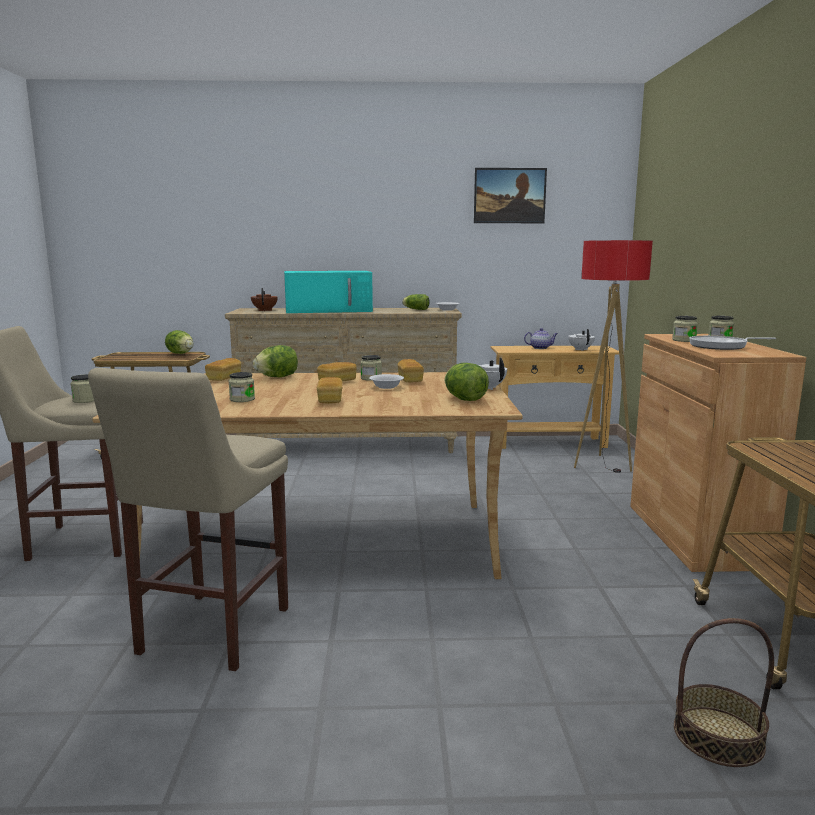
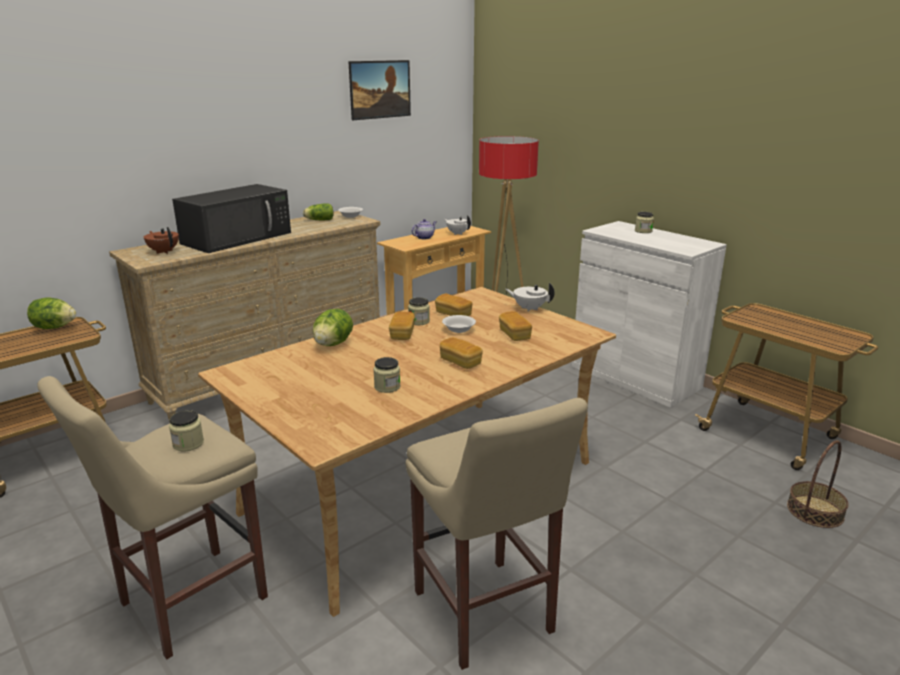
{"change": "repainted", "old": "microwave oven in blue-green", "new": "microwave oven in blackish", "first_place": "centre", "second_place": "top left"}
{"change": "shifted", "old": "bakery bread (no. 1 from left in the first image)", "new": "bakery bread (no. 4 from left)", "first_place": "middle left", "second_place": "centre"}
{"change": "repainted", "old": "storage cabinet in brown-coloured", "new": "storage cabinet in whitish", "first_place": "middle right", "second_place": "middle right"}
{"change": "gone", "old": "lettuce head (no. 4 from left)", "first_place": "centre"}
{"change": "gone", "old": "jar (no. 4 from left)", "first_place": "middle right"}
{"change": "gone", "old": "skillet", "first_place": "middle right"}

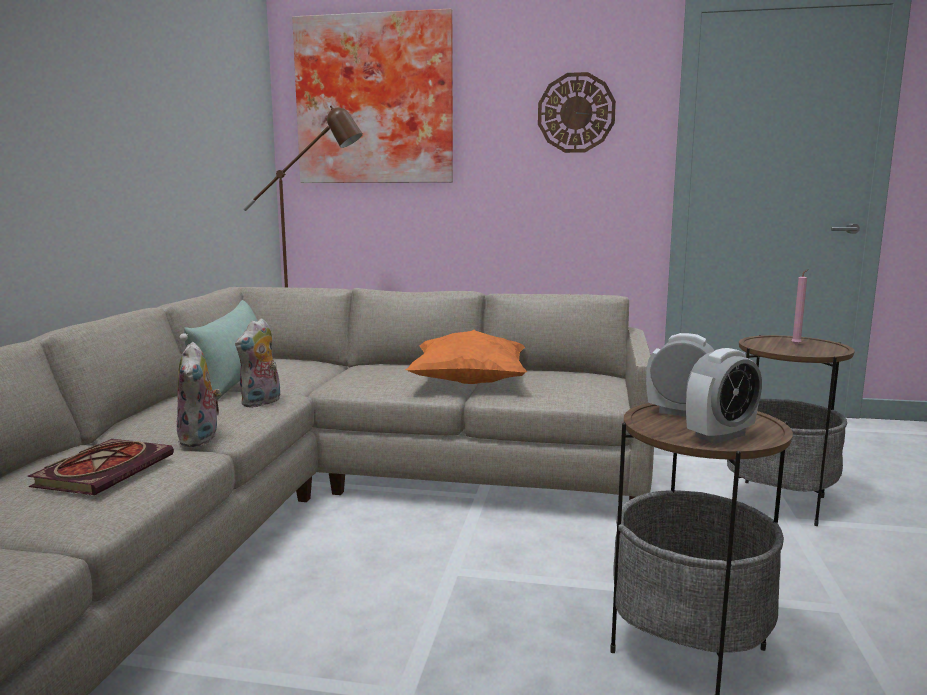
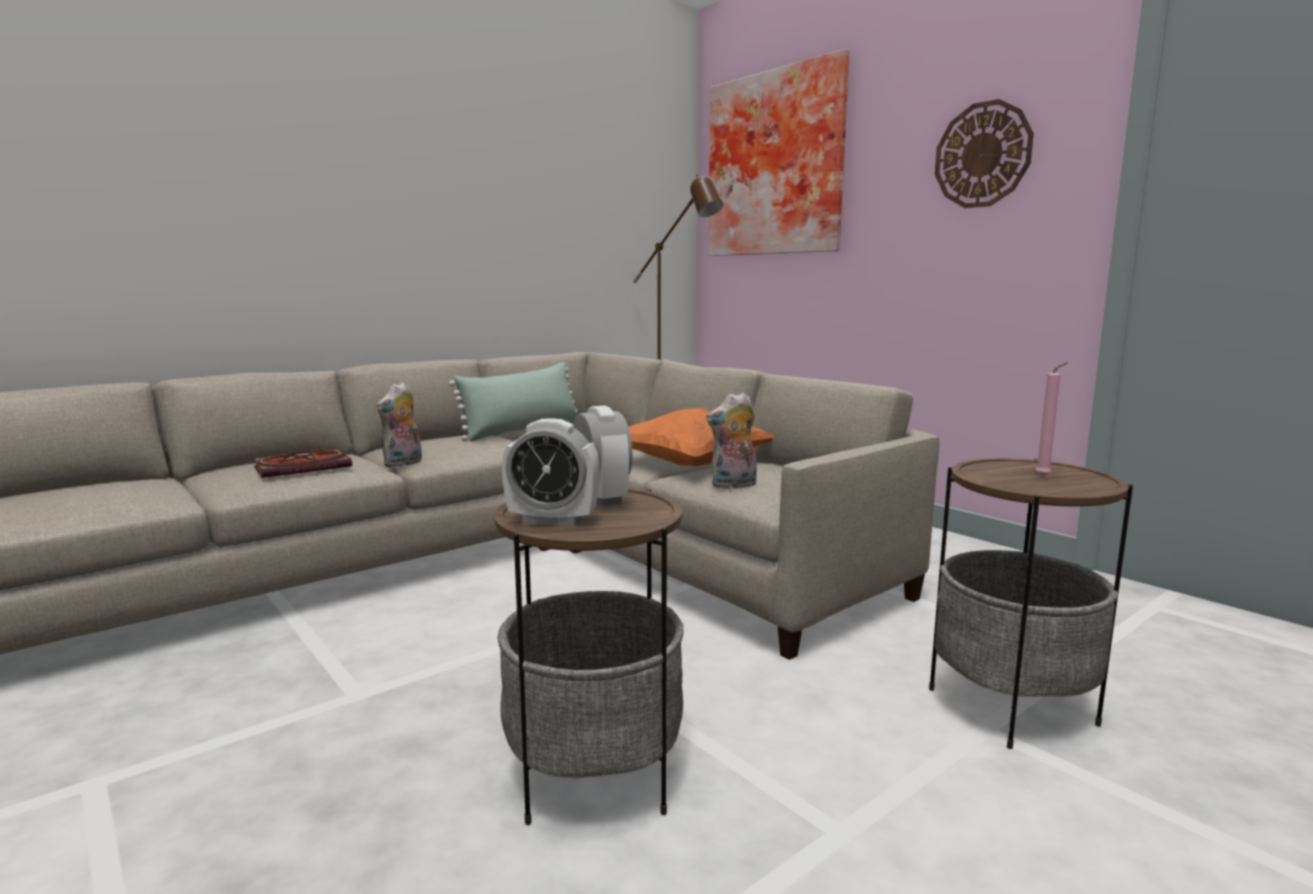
{"change": "shifted", "old": "plush toy (no. 2 from left)", "first_place": "middle left", "second_place": "centre"}

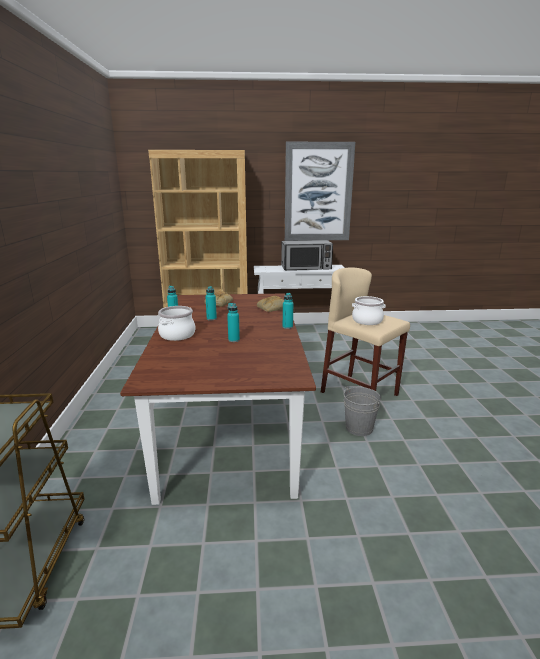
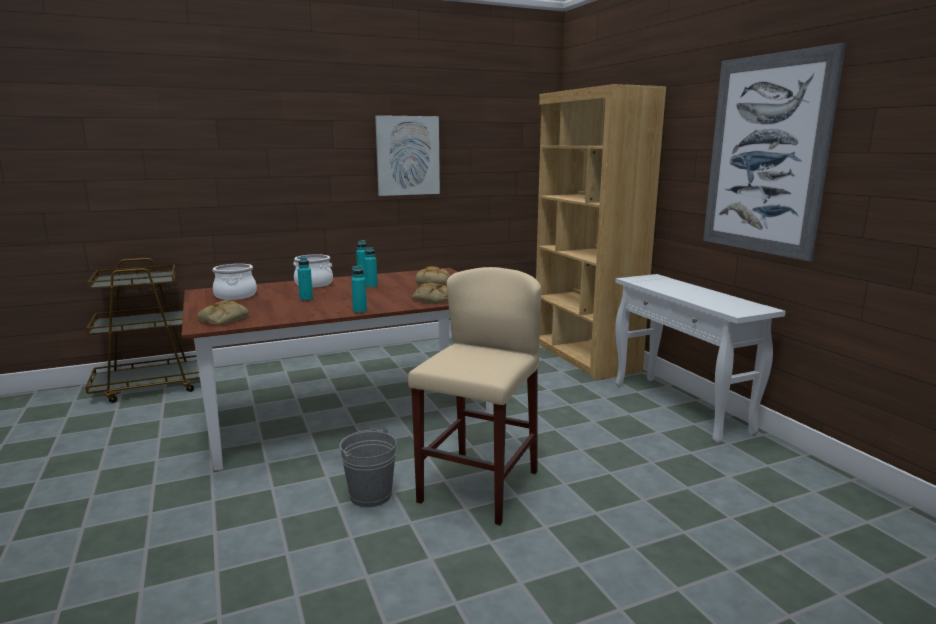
{"change": "new", "new": "bakery bread (no. 1 from left)", "second_place": "middle left"}
{"change": "shifted", "old": "stockpot (no. 2 from left in the first image)", "new": "stockpot (no. 1 from left)", "first_place": "middle right", "second_place": "middle left"}
{"change": "new", "new": "picture (no. 1 from left)", "second_place": "top centre"}
{"change": "gone", "old": "microwave oven", "first_place": "centre"}

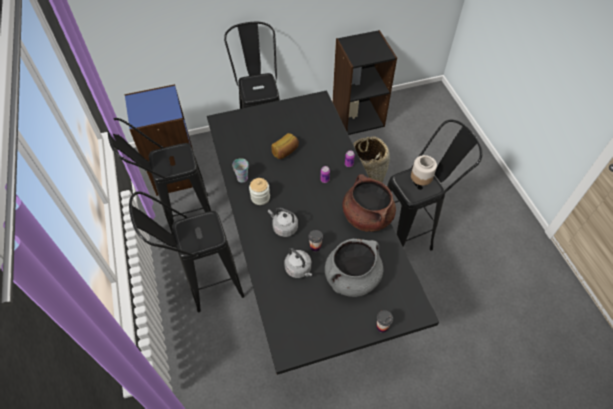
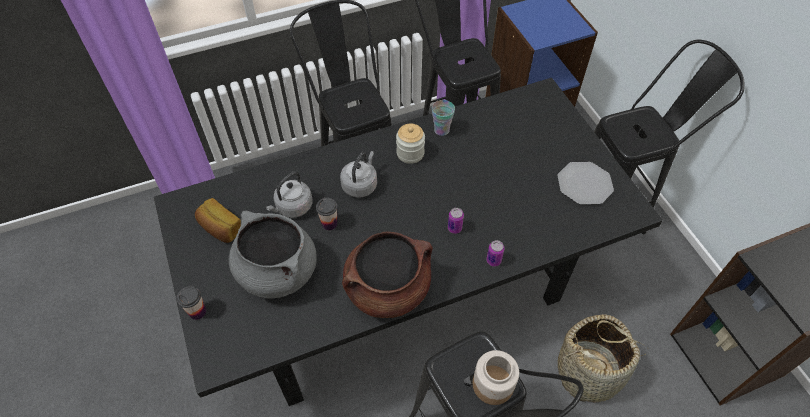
{"change": "shifted", "old": "bakery bread", "first_place": "centre", "second_place": "middle left"}
{"change": "new", "new": "dinner plate", "second_place": "middle right"}

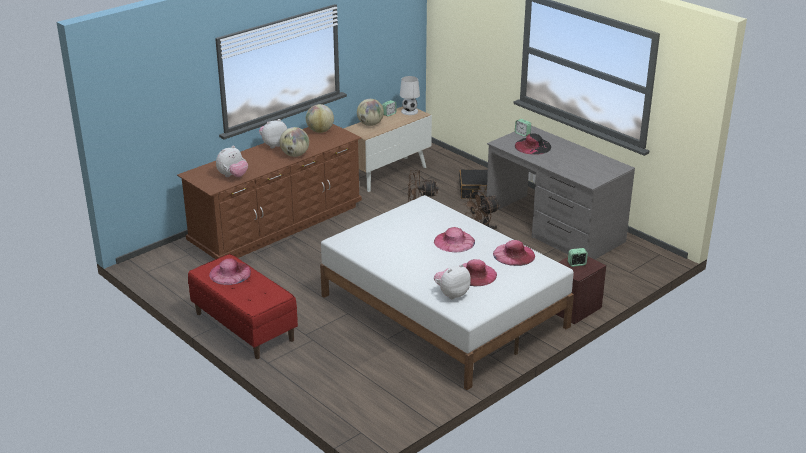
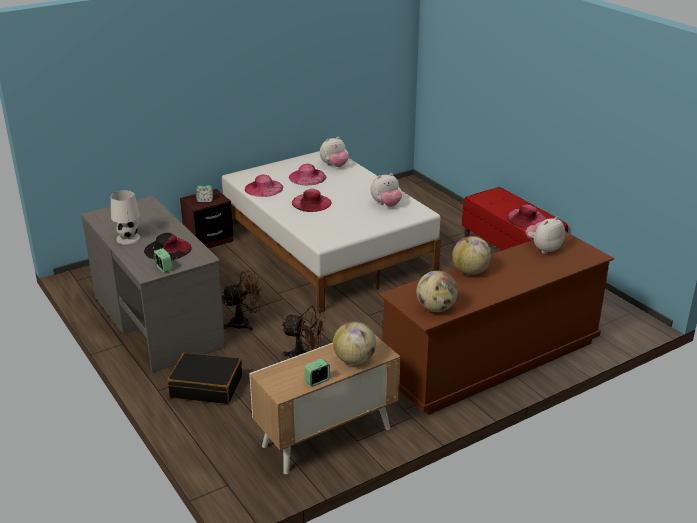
{"change": "shifted", "old": "table lamp in whitish", "first_place": "top centre", "second_place": "middle left"}
{"change": "shifted", "old": "plush toy (no. 2 from left)", "first_place": "top centre", "second_place": "centre"}

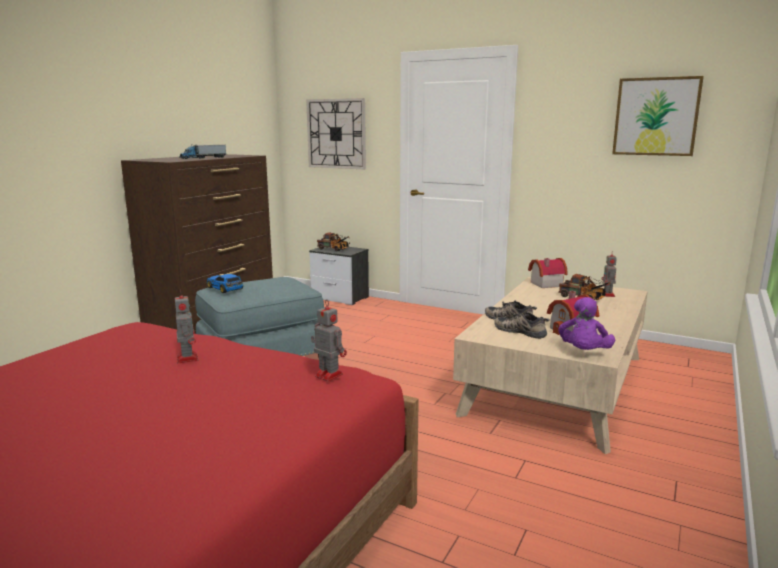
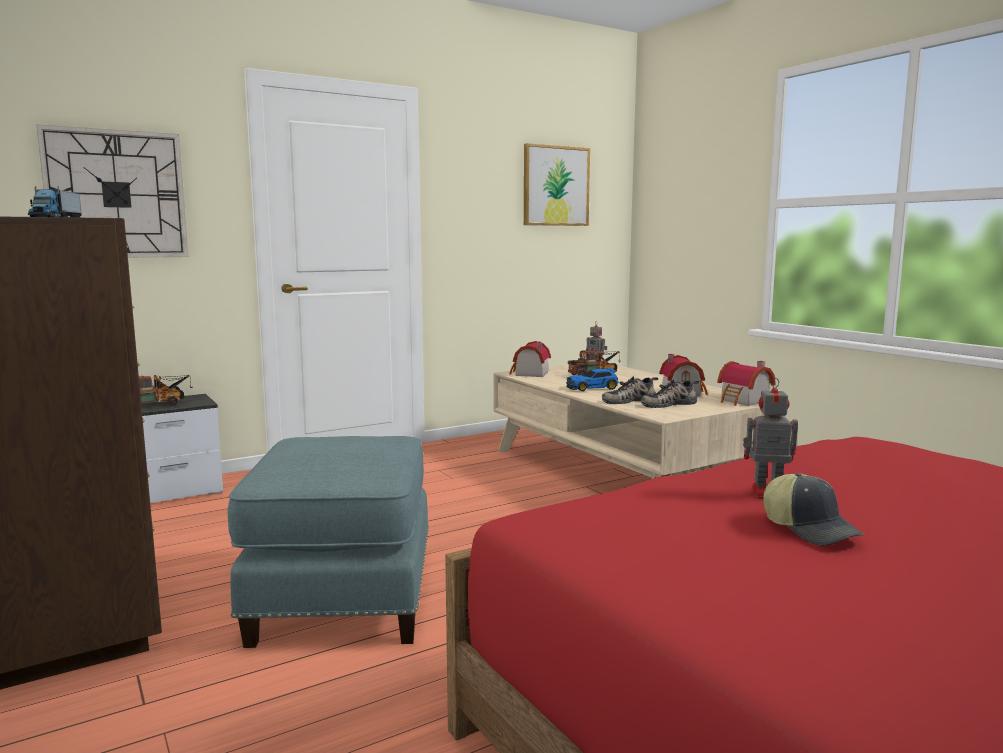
{"change": "shifted", "old": "model car", "first_place": "middle left", "second_place": "centre"}
{"change": "swapped", "old": "plush toy in purple-coloured", "new": "miniature house (no. 3 from left)", "first_place": "middle right", "second_place": "middle right"}
{"change": "new", "new": "cap", "second_place": "bottom right"}
{"change": "gone", "old": "toy robot (no. 2 from left)", "first_place": "centre"}

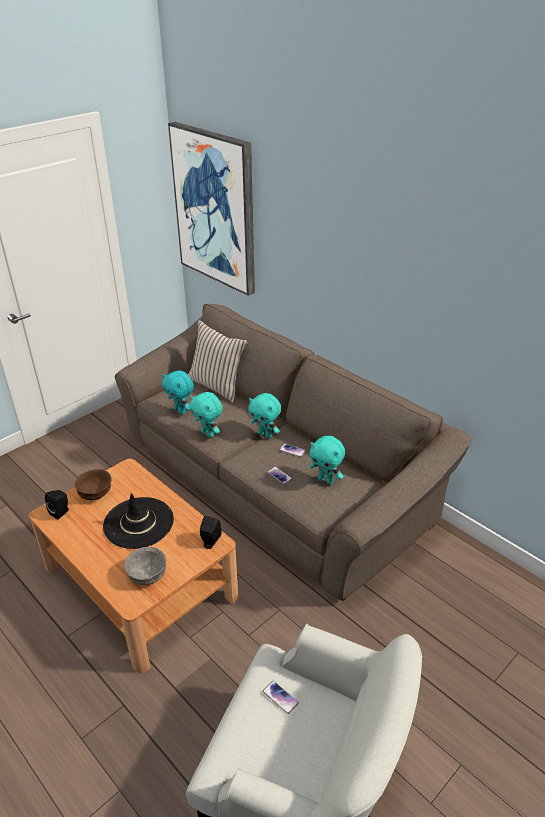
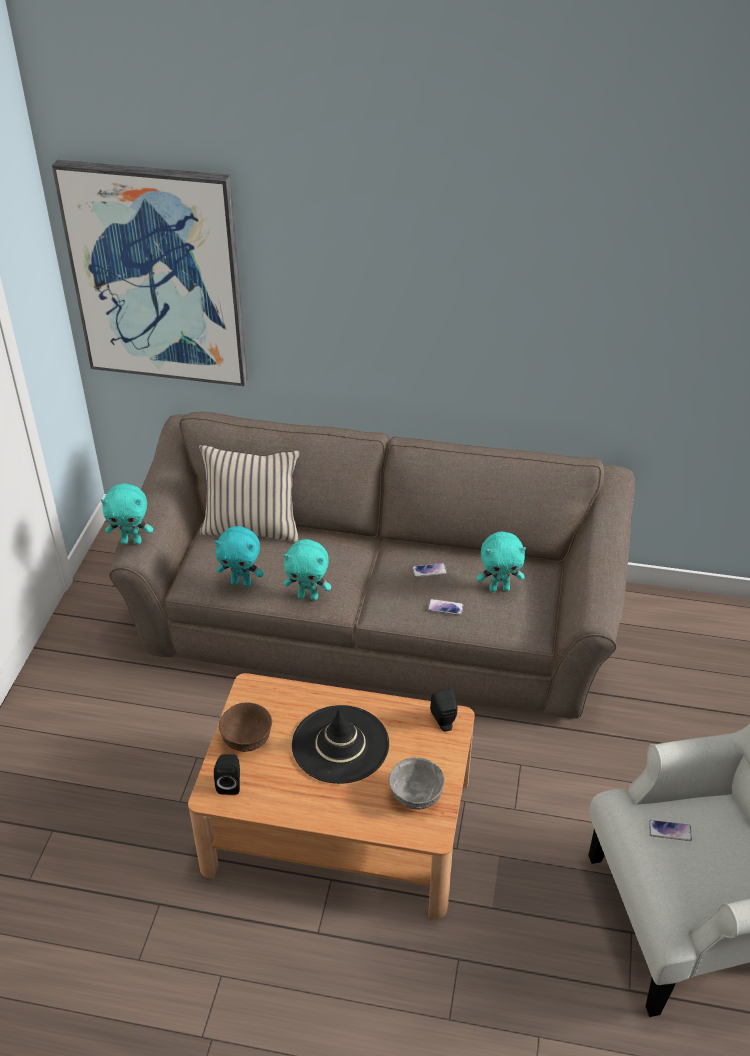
{"change": "shifted", "old": "plush toy in blue-green (no. 3 from left in the first image)", "new": "plush toy in blue-green (no. 1 from left)", "first_place": "centre", "second_place": "middle left"}

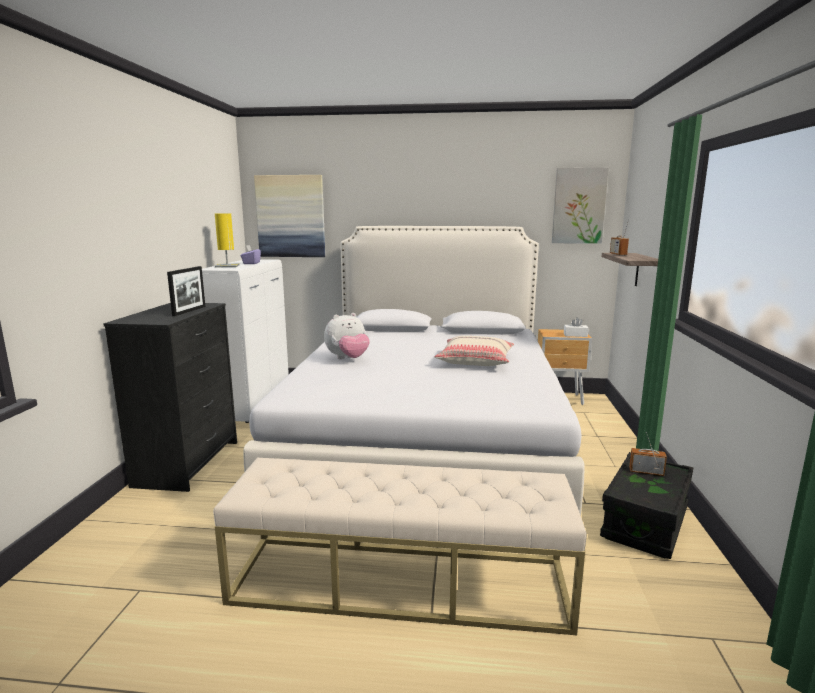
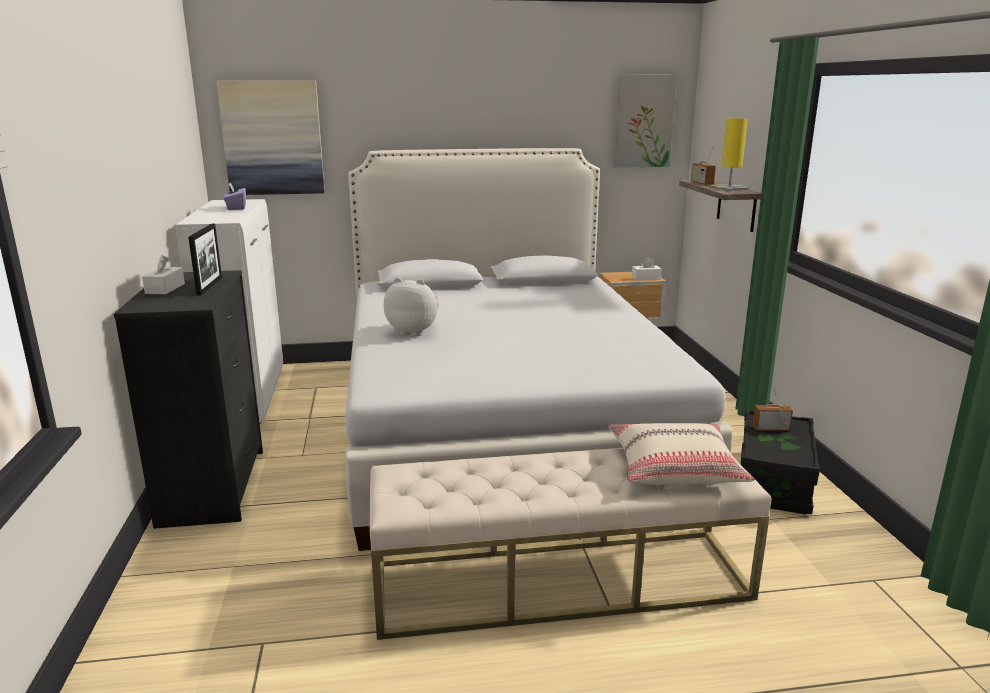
{"change": "new", "new": "tissue holder in whitish (no. 1 from left)", "second_place": "middle left"}
{"change": "rotated", "old": "plush toy", "first_place": "centre", "second_place": "centre", "degrees": -120}
{"change": "shifted", "old": "throw pillow in beige-coloured", "first_place": "centre", "second_place": "middle right"}
{"change": "shifted", "old": "table lamp in yellowish", "first_place": "middle left", "second_place": "top right"}

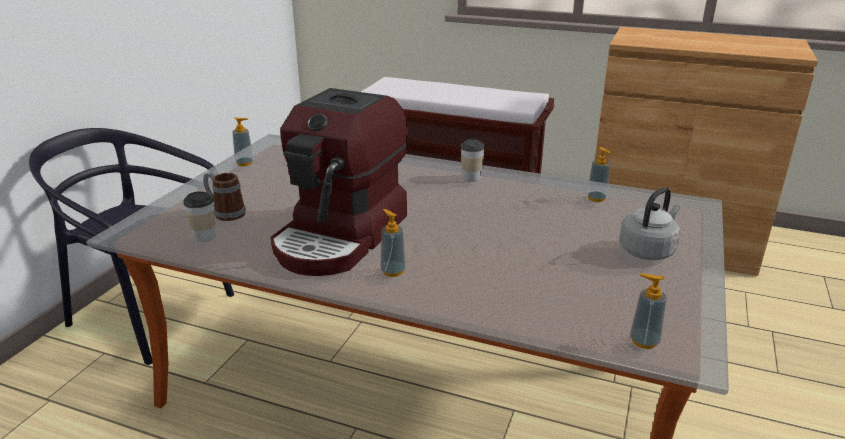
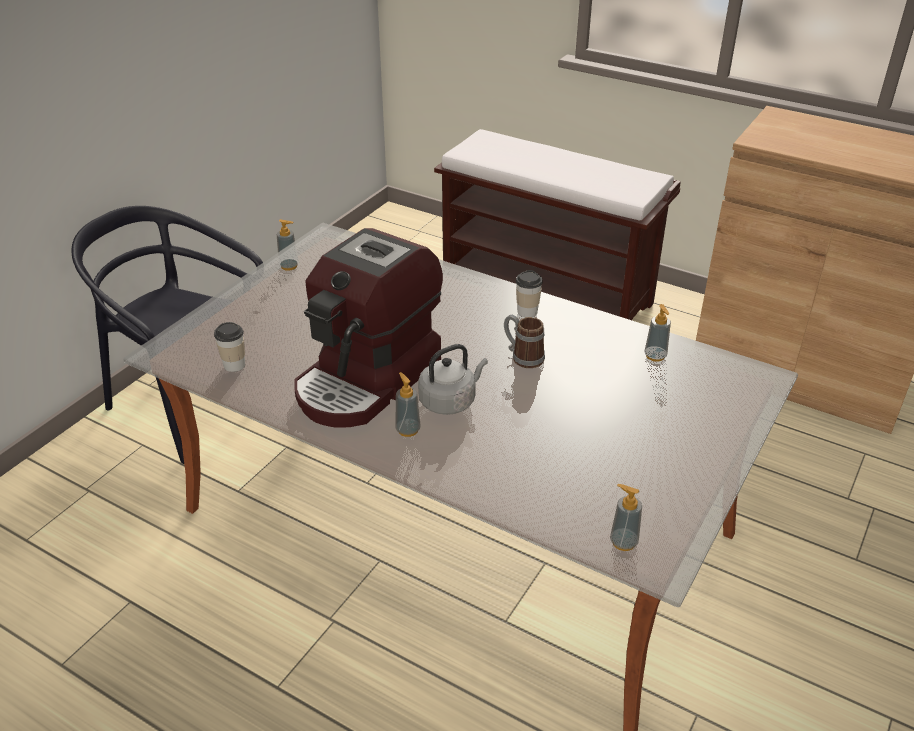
{"change": "shifted", "old": "tea kettle in grey", "first_place": "middle right", "second_place": "centre"}
{"change": "shifted", "old": "mug", "first_place": "middle left", "second_place": "centre"}

